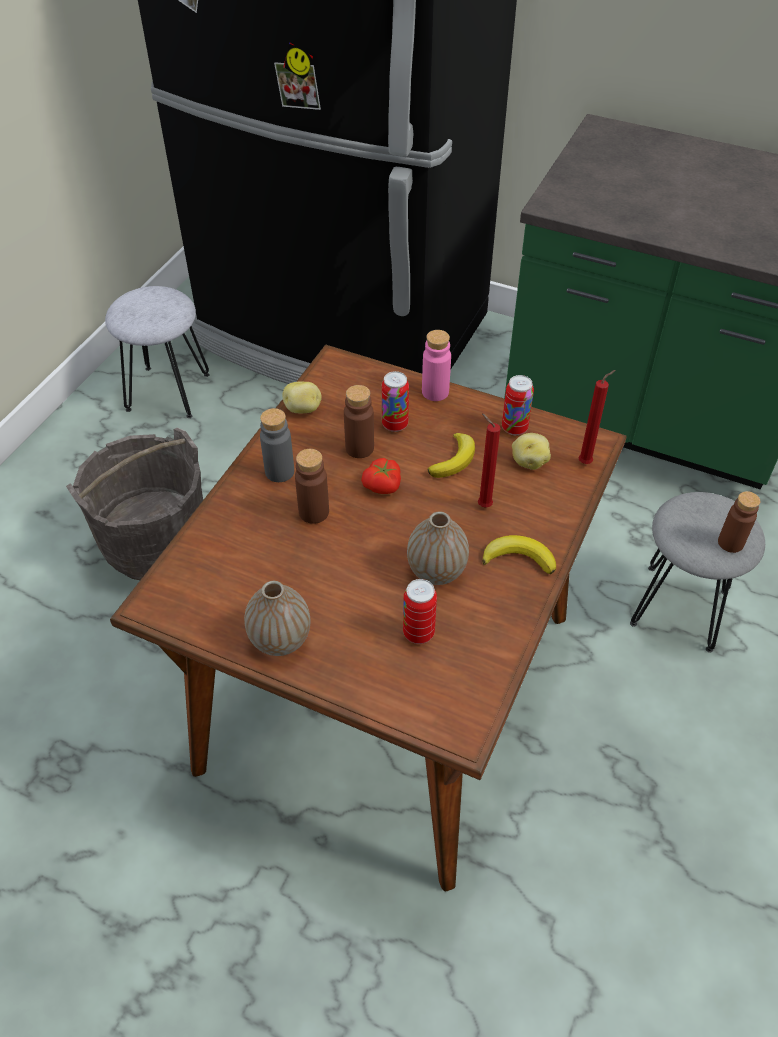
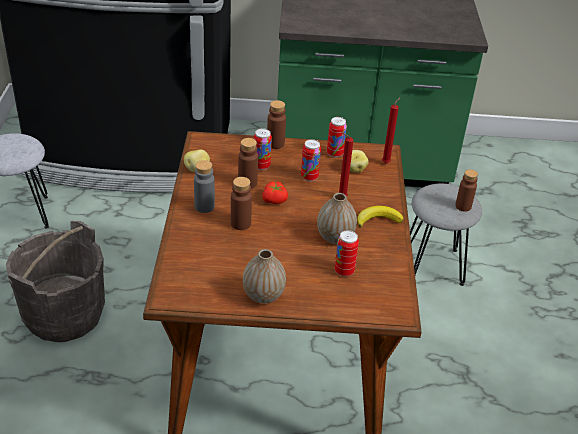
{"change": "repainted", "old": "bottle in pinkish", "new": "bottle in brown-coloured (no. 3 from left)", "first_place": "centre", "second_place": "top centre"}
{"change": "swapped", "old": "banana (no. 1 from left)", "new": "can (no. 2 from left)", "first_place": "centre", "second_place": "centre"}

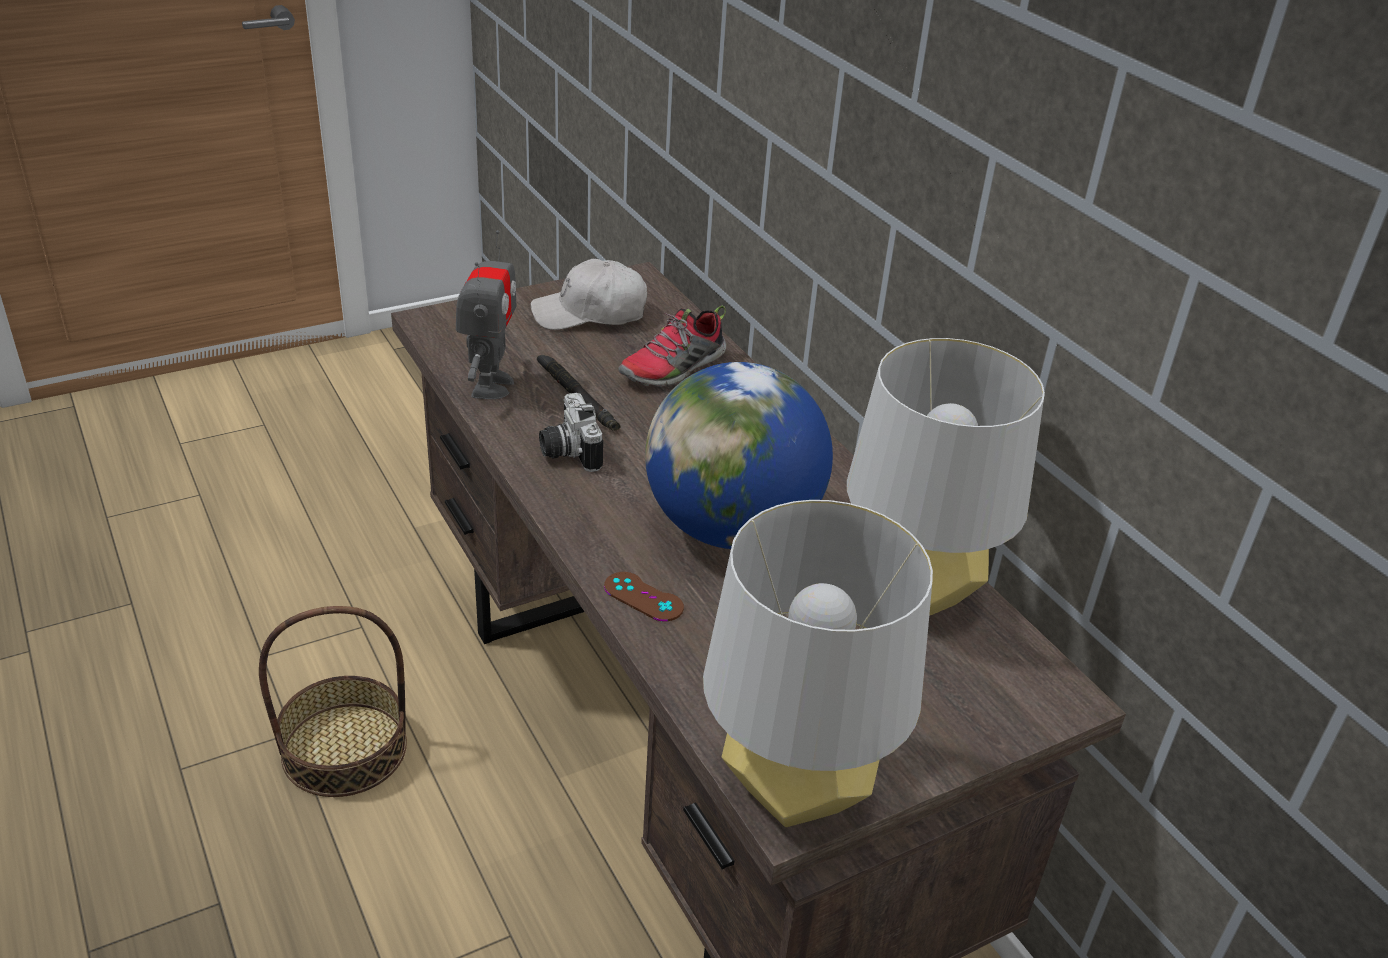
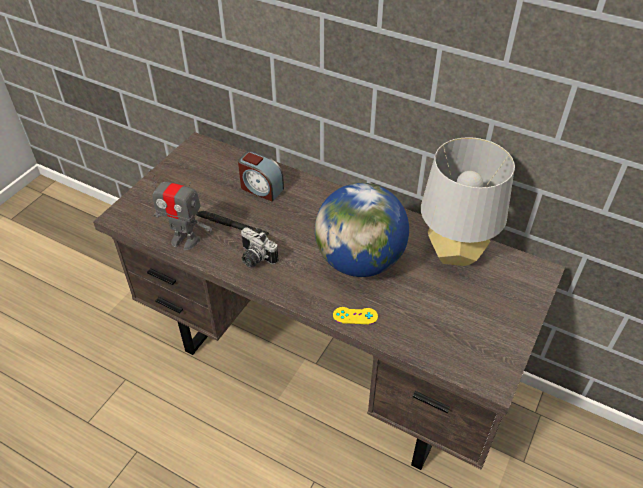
{"change": "rotated", "old": "toy robot", "first_place": "top centre", "second_place": "middle left", "degrees": 135}
{"change": "swapped", "old": "low shoe", "new": "bedside clock", "first_place": "centre", "second_place": "centre"}
{"change": "repainted", "old": "game controller in brown-coloured", "new": "game controller in yellowish", "first_place": "centre", "second_place": "centre"}
{"change": "gone", "old": "household basket", "first_place": "bottom left"}
{"change": "gone", "old": "cap in whitish", "first_place": "top centre"}
{"change": "gone", "old": "table lamp in grey (no. 1 from left)", "first_place": "bottom centre"}

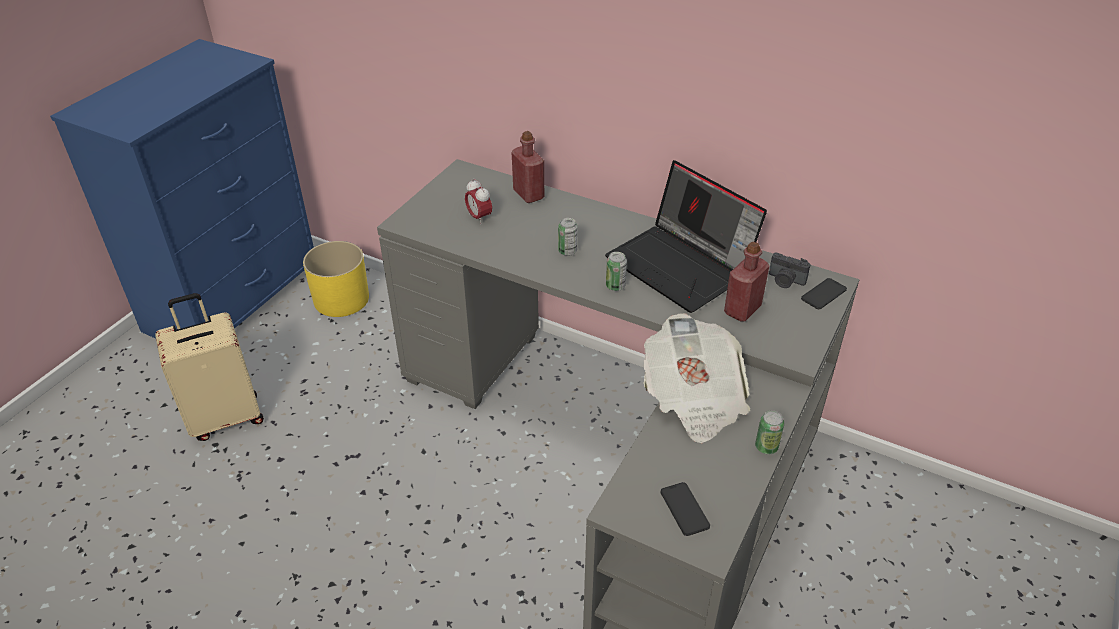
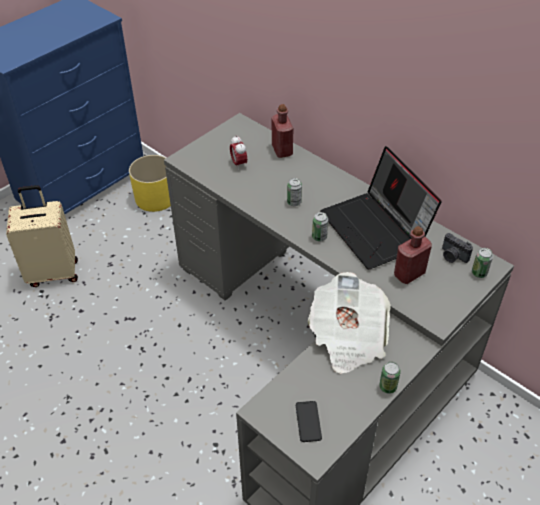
{"change": "swapped", "old": "telephone (no. 2 from left)", "new": "can (no. 4 from left)", "first_place": "middle right", "second_place": "middle right"}

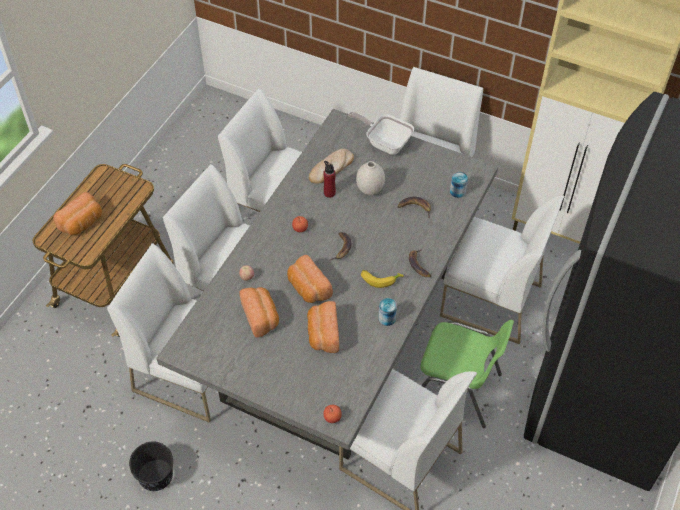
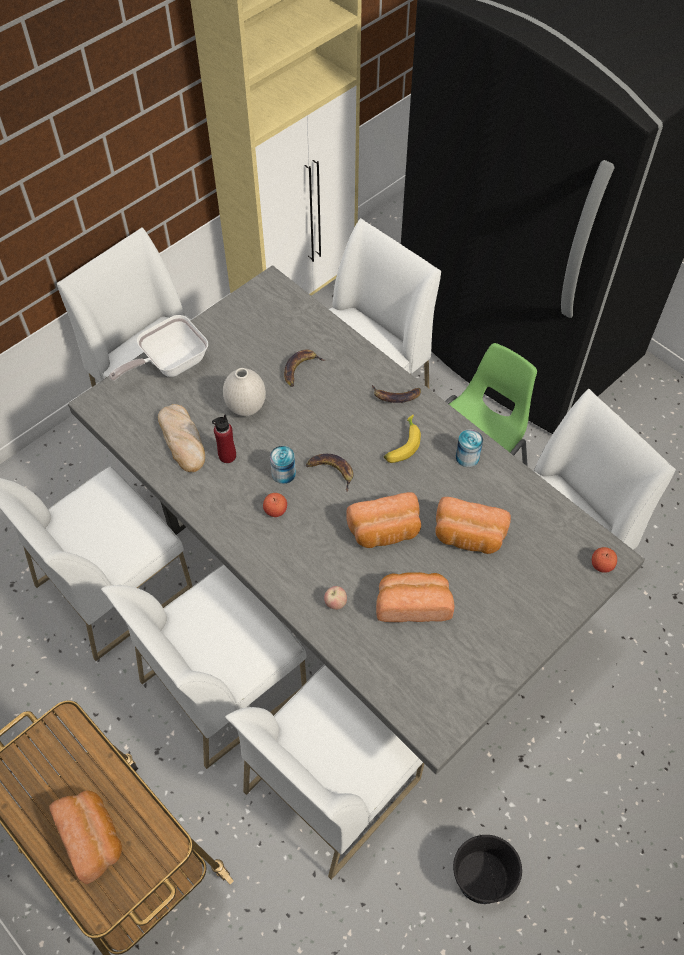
{"change": "shifted", "old": "can (no. 2 from left in the first image)", "new": "can (no. 1 from left)", "first_place": "middle right", "second_place": "centre"}

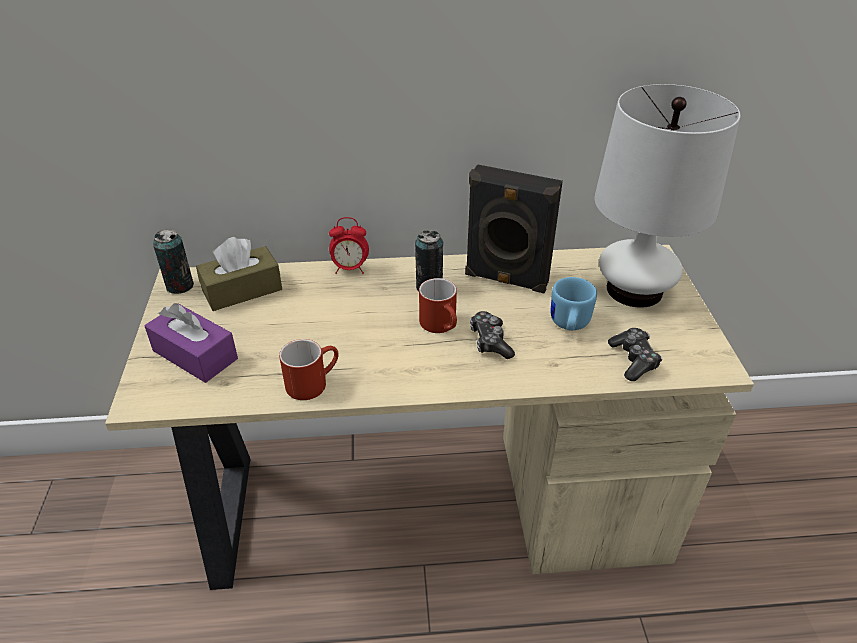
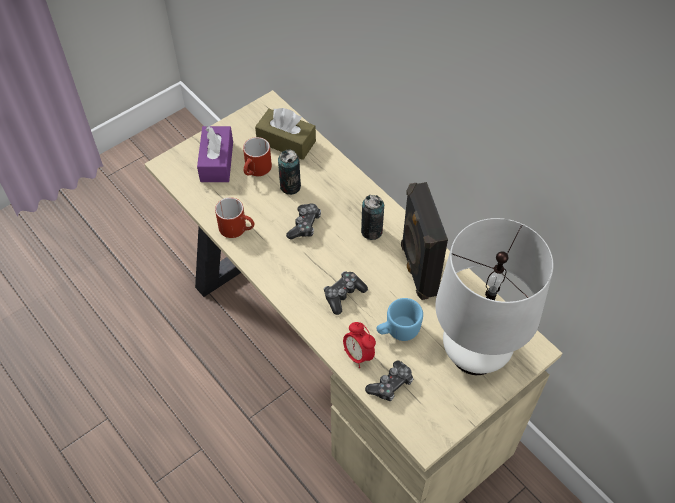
{"change": "shifted", "old": "mug in red (no. 2 from left)", "first_place": "centre", "second_place": "top centre"}
{"change": "shifted", "old": "can (no. 1 from left)", "first_place": "middle left", "second_place": "centre"}
{"change": "new", "new": "game controller (no. 1 from left)", "second_place": "centre"}
{"change": "shifted", "old": "bedside clock", "first_place": "centre", "second_place": "bottom centre"}

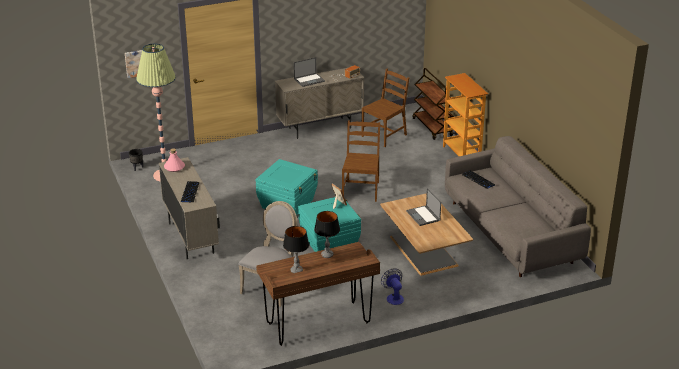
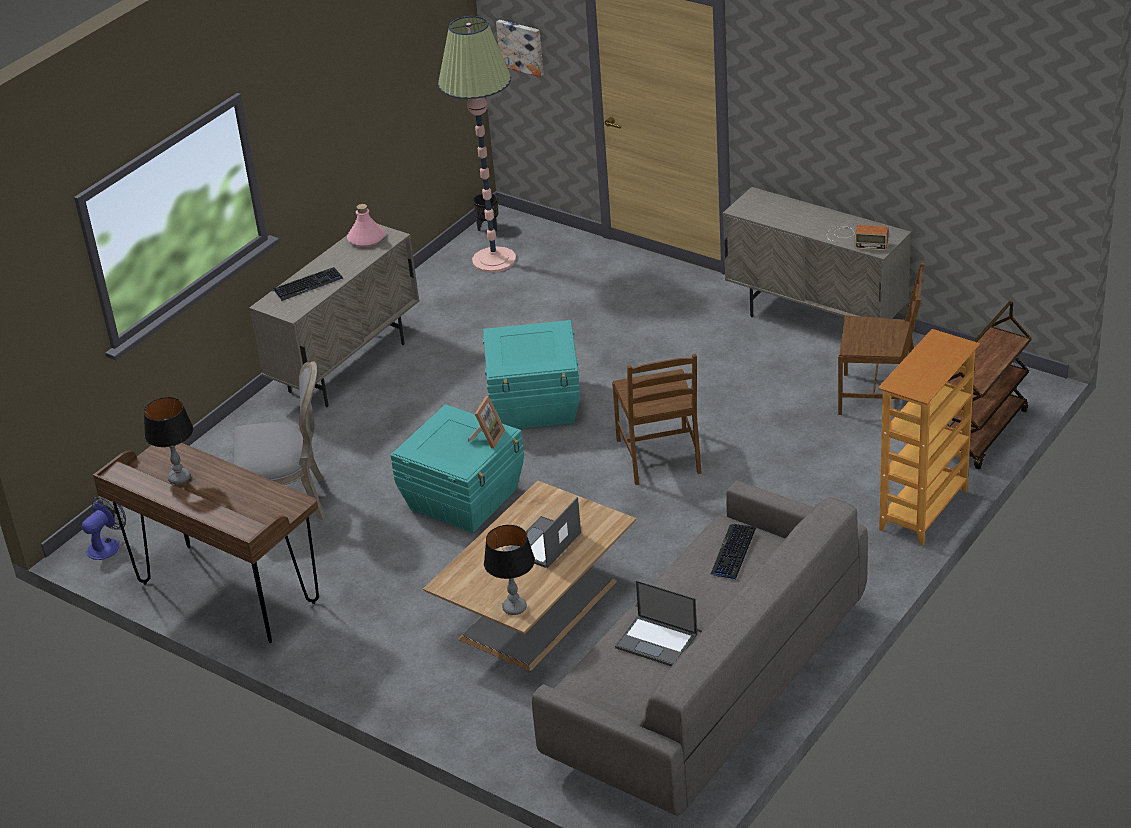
{"change": "shifted", "old": "electric fan", "first_place": "bottom centre", "second_place": "middle left"}
{"change": "shifted", "old": "table lamp (no. 2 from left)", "first_place": "centre", "second_place": "bottom centre"}
{"change": "rotated", "old": "chair in brown-coloured (no. 1 from left)", "first_place": "centre", "second_place": "centre", "degrees": 105}
{"change": "shifted", "old": "laptop (no. 1 from left in the first image)", "new": "laptop (no. 2 from left)", "first_place": "top centre", "second_place": "bottom centre"}

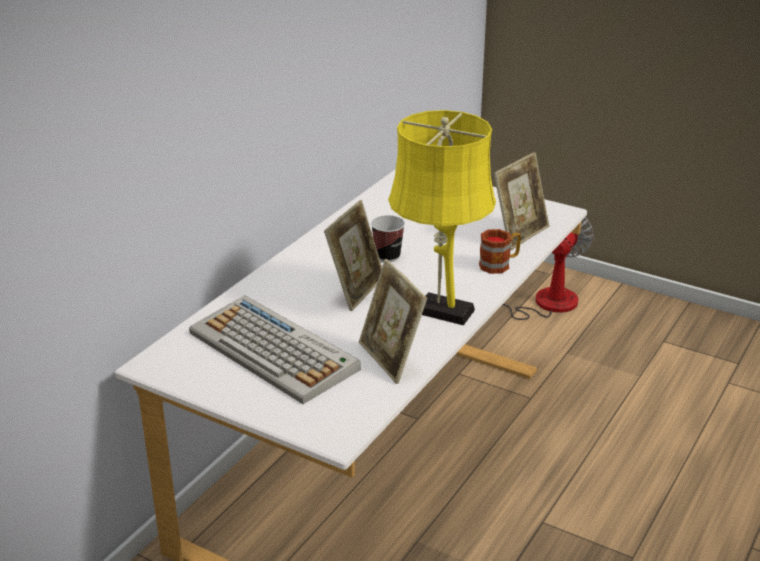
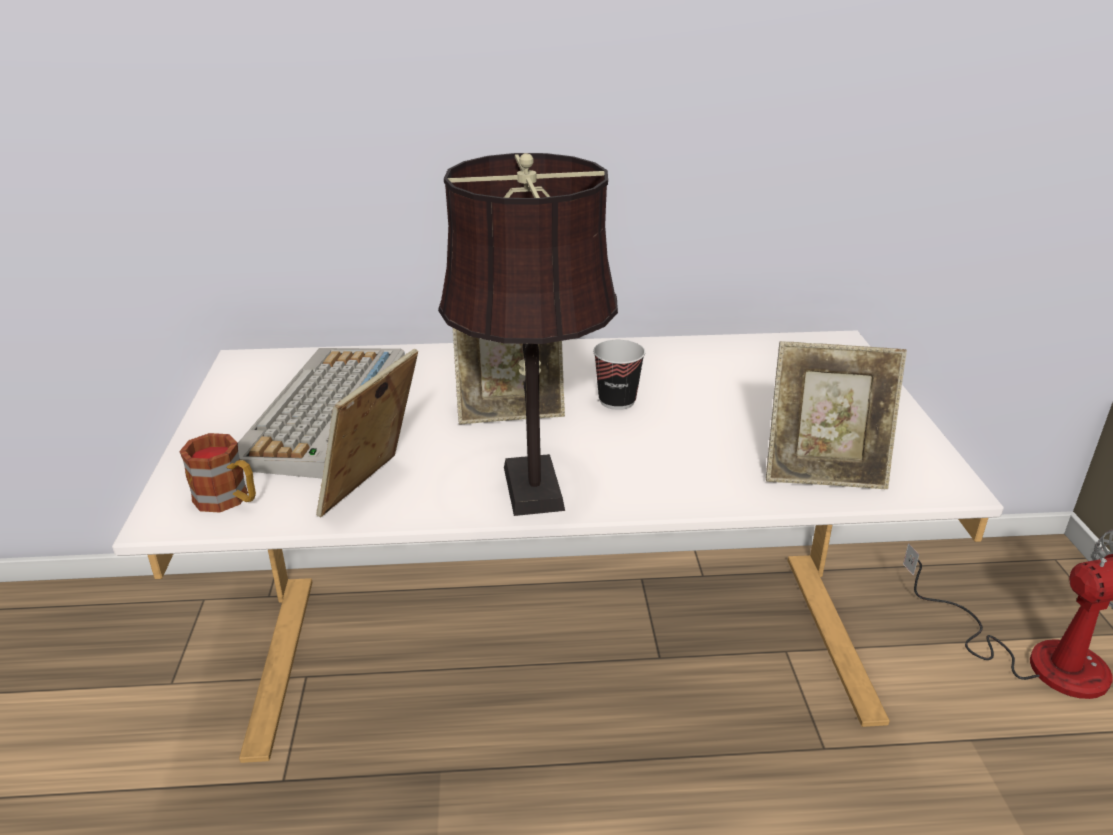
{"change": "shifted", "old": "mug", "first_place": "centre", "second_place": "middle left"}
{"change": "repainted", "old": "table lamp in yellowish", "new": "table lamp in brown-coloured", "first_place": "centre", "second_place": "centre"}

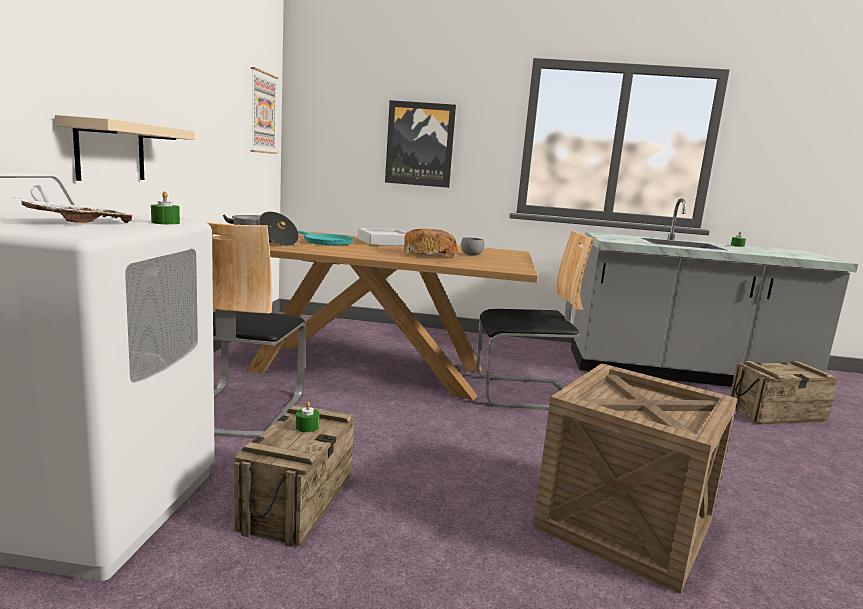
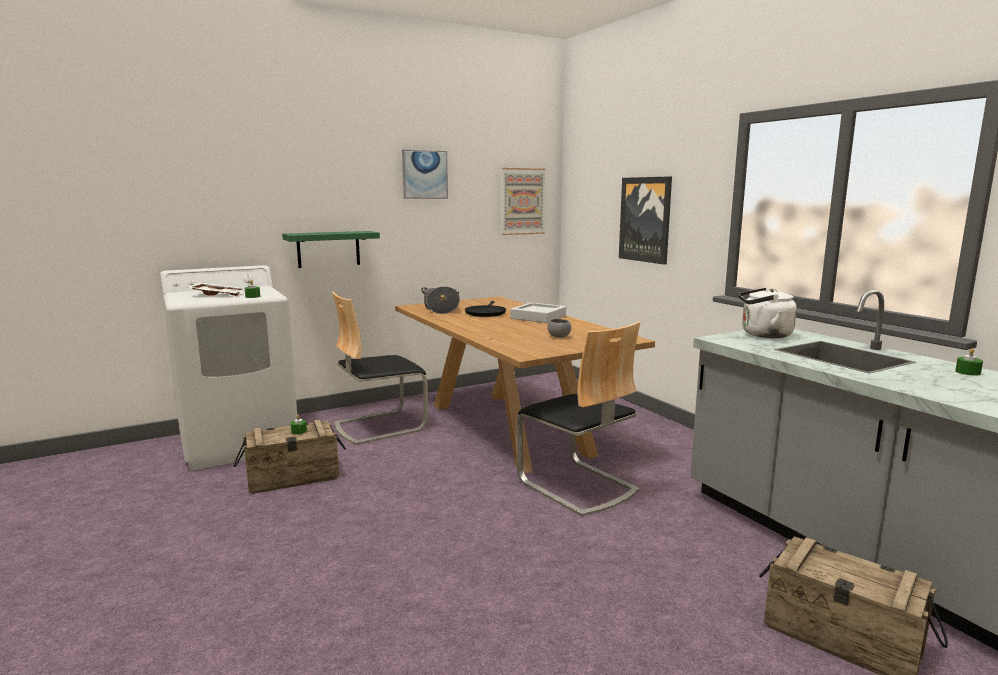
{"change": "repainted", "old": "shelf in beige-coloured", "new": "shelf in green-coloured", "first_place": "top left", "second_place": "middle left"}
{"change": "new", "new": "picture (no. 1 from left)", "second_place": "top centre"}
{"change": "repainted", "old": "skillet in blue-green", "new": "skillet in blackish", "first_place": "centre", "second_place": "centre"}
{"change": "new", "new": "tea kettle in whitish", "second_place": "middle right"}
{"change": "gone", "old": "bakery bread", "first_place": "centre"}
{"change": "gone", "old": "crate (no. 2 from left)", "first_place": "bottom right"}

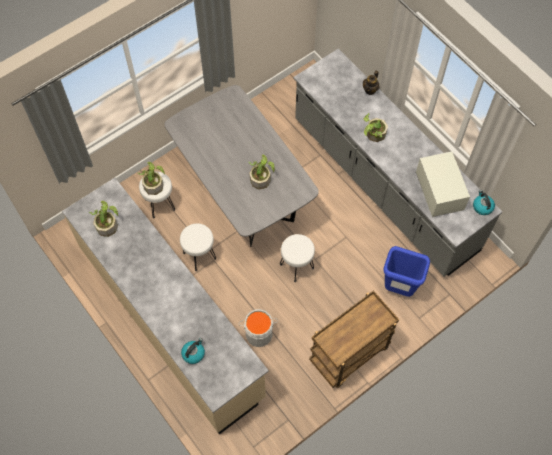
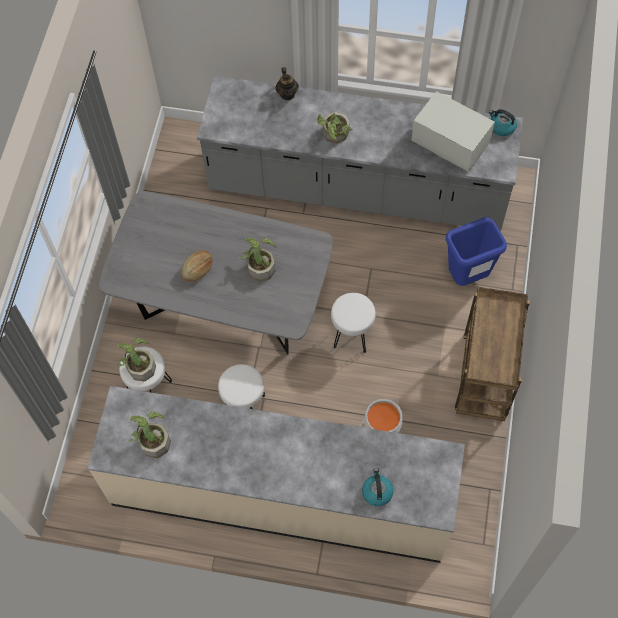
{"change": "new", "new": "bakery bread", "second_place": "middle left"}

